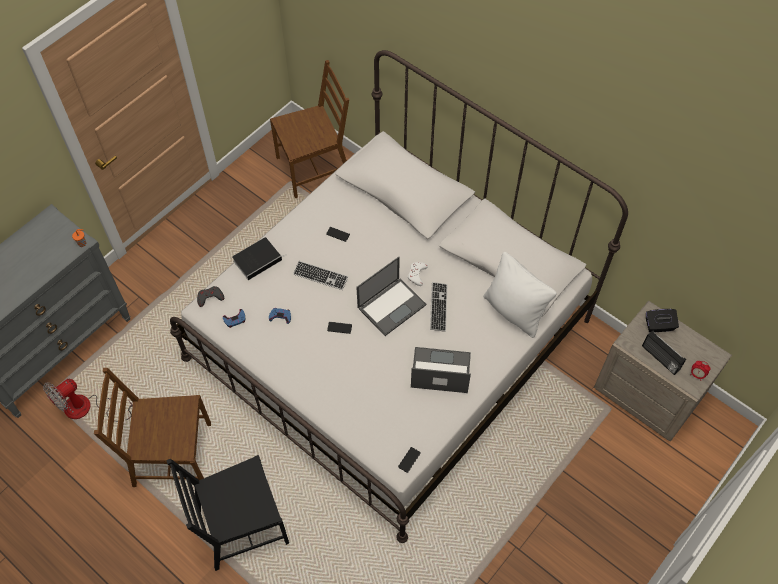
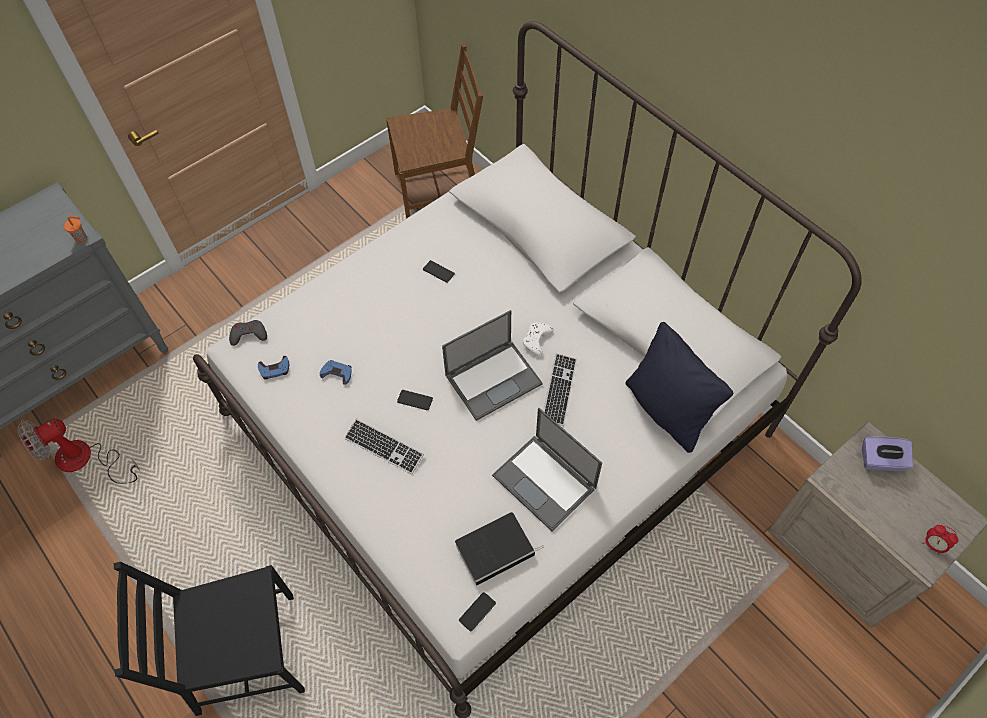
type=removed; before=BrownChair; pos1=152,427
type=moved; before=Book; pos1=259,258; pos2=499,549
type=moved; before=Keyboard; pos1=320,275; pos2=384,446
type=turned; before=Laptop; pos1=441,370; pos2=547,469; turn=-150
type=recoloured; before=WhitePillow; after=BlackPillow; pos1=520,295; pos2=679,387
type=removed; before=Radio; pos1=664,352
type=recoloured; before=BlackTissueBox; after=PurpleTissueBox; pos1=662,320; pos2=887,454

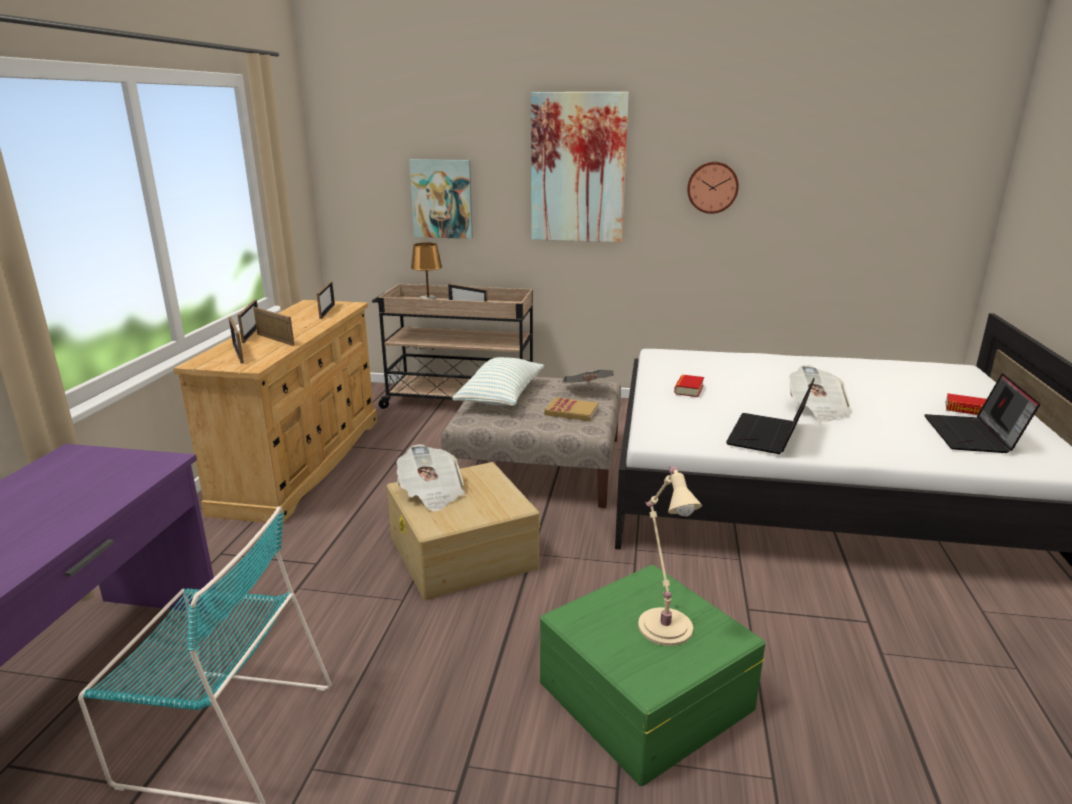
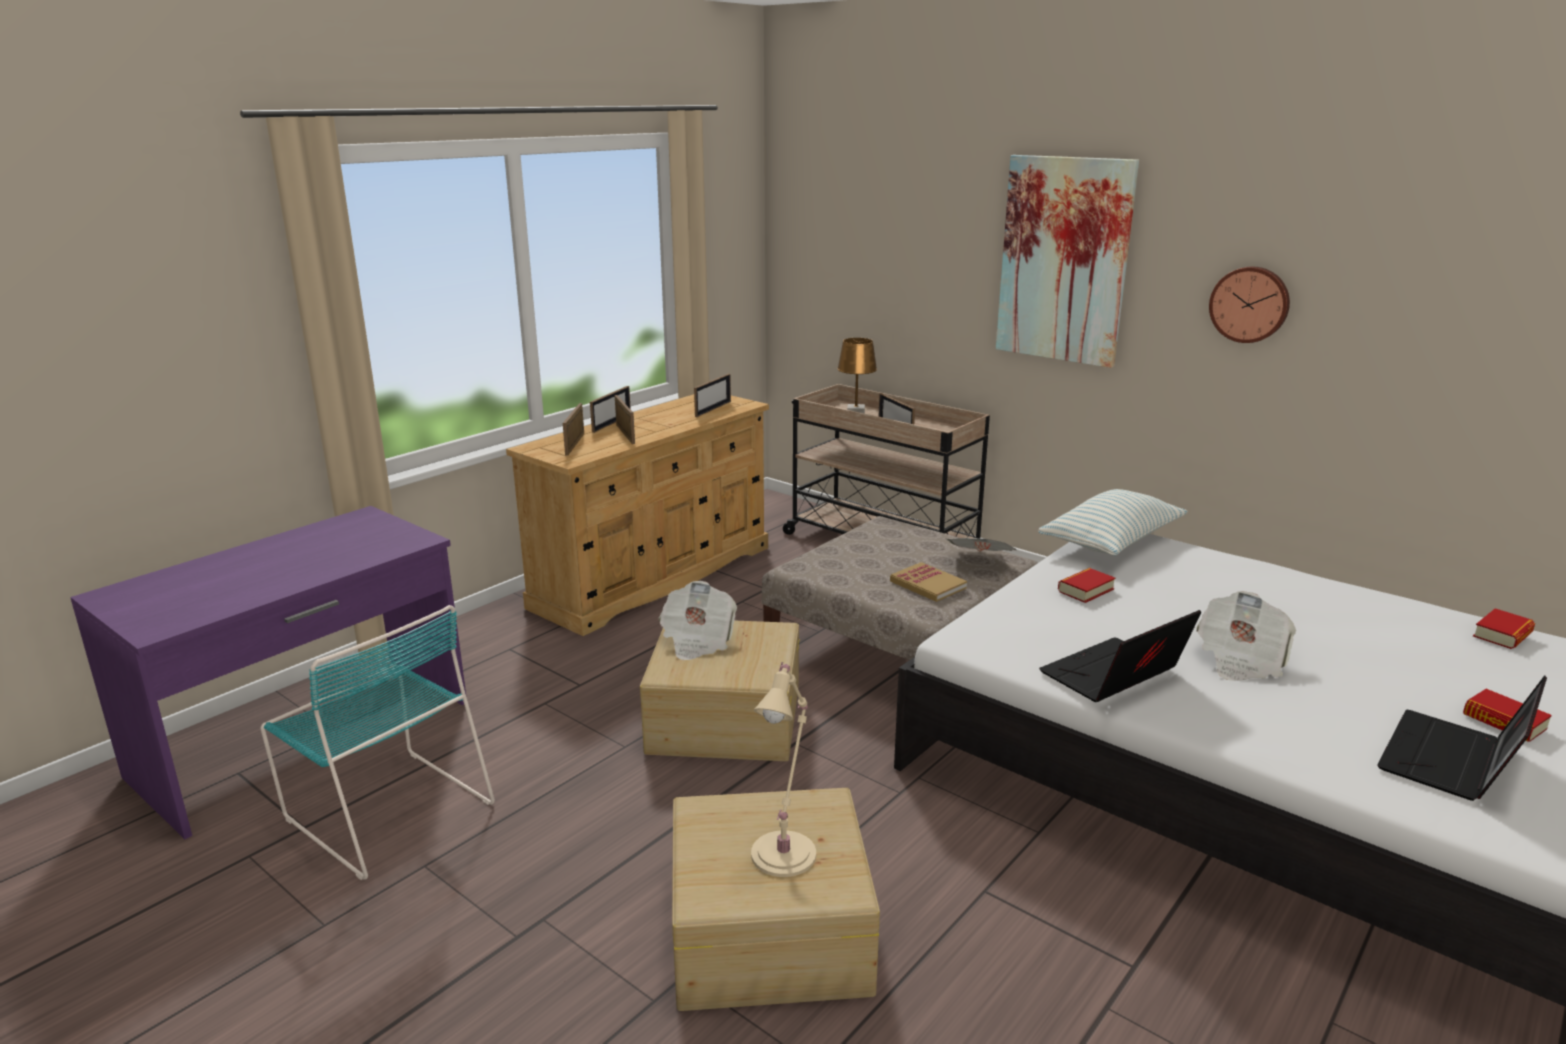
type=removed; before=Picture; pos1=441,199
type=moved; before=Pillow; pos1=498,381; pos2=1113,522
type=recoloured; before=GreenStorageBox; after=BeigeStorageBox; pos1=653,675; pos2=776,899
type=added; after=Book; pos2=1504,628

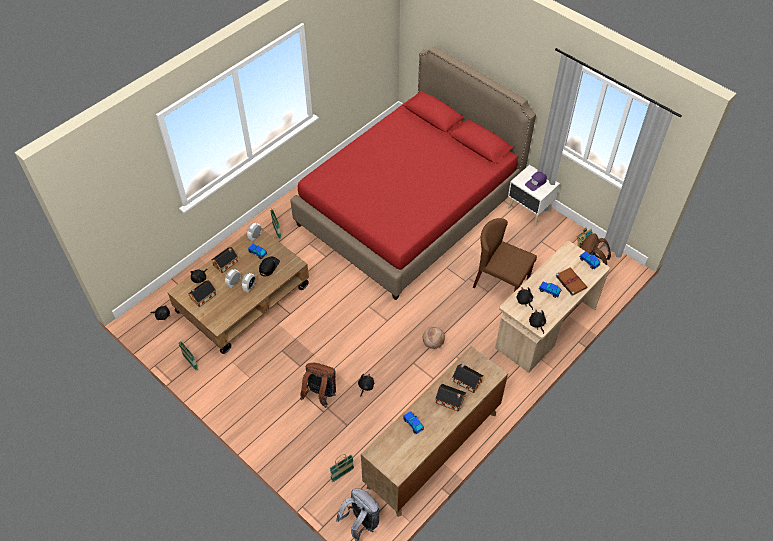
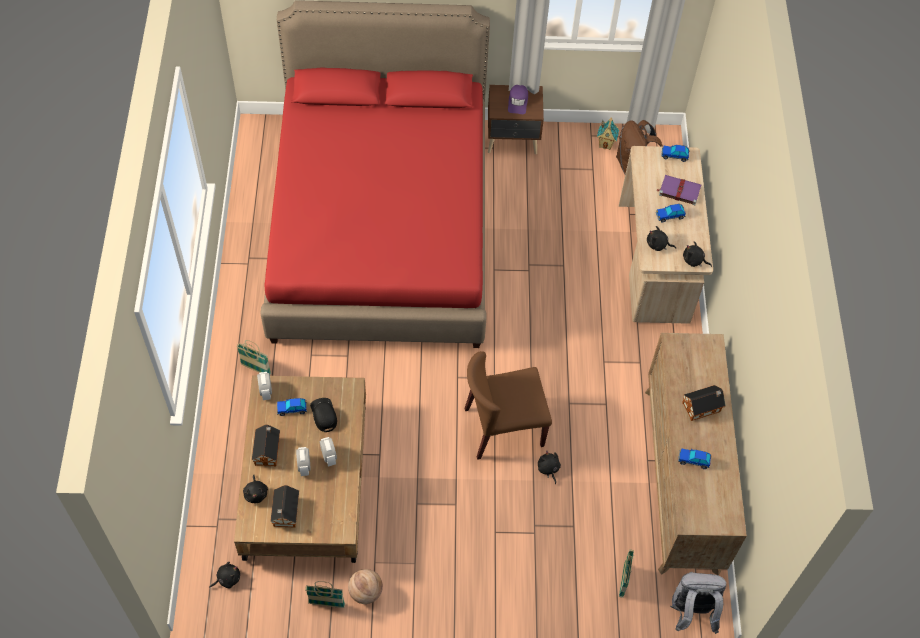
type=removed; before=BrownBackpack; pos1=318,385
type=moved; before=Basketball; pos1=434,338; pos2=365,586
type=removed; before=ToyHouse; pos1=468,378
type=moved; before=BrownChair; pos1=505,255; pos2=508,405
type=recoloured; before=WhiteNightstand; after=BrownNightstand; pos1=534,195; pos2=516,119
type=recoloured; before=BrownBook; after=PurpleBook; pos1=571,281; pos2=679,190

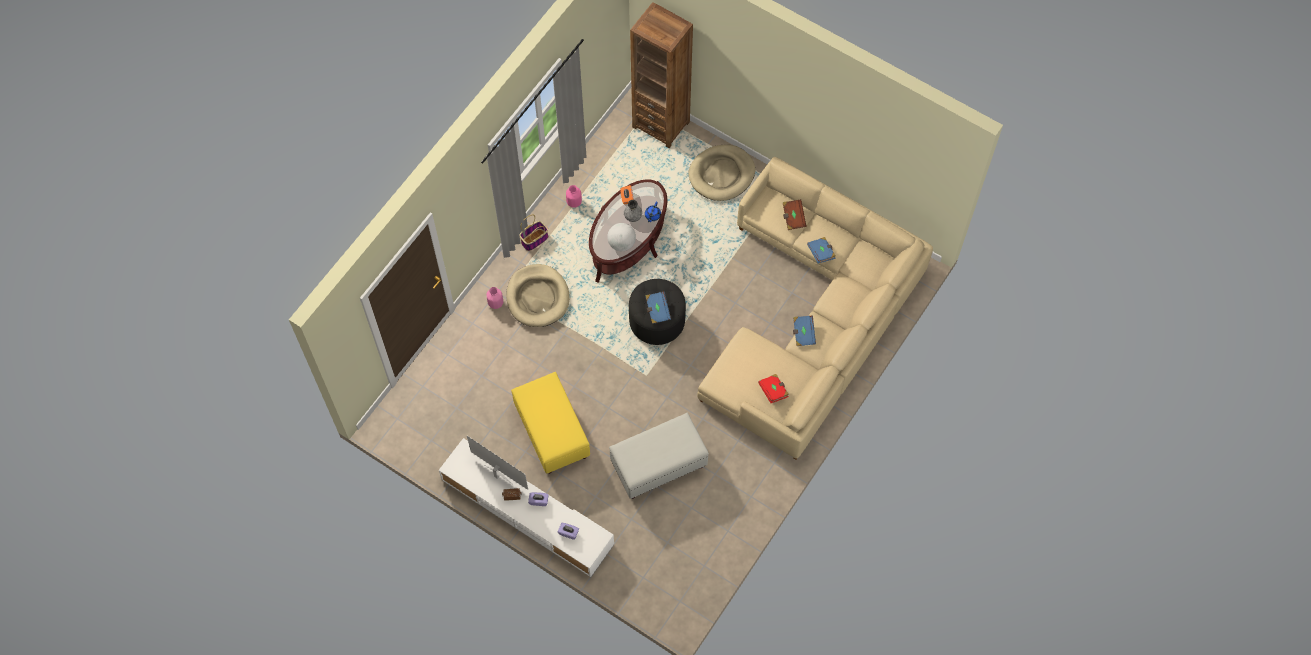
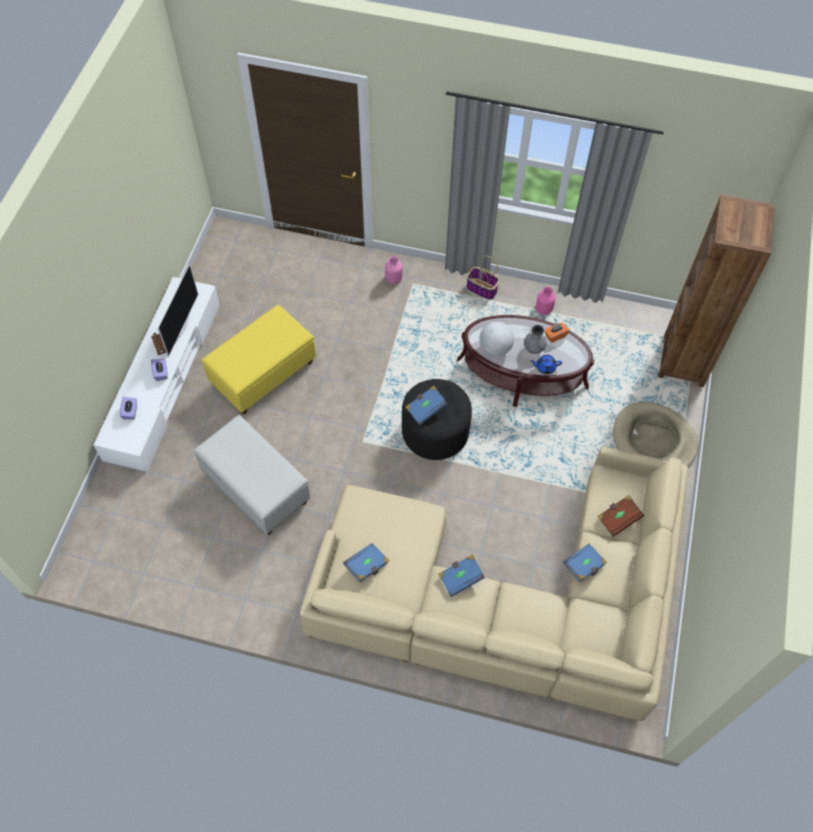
type=removed; before=BeigeDogBed; pos1=538,295
type=recoloured; before=RedBook; after=BlueBook; pos1=773,388; pos2=366,562

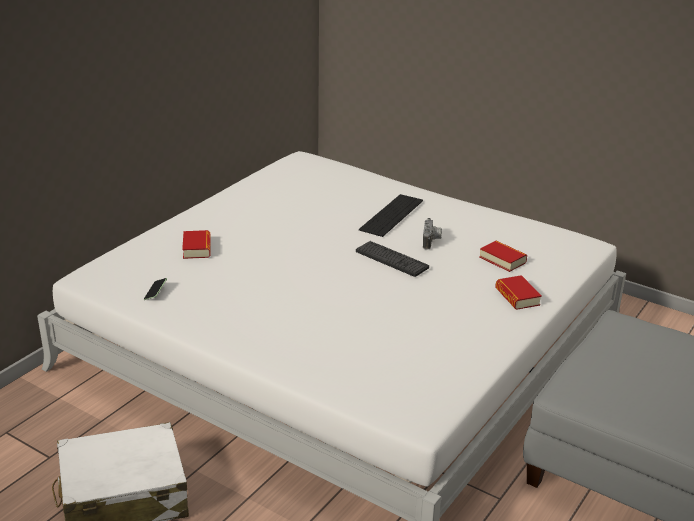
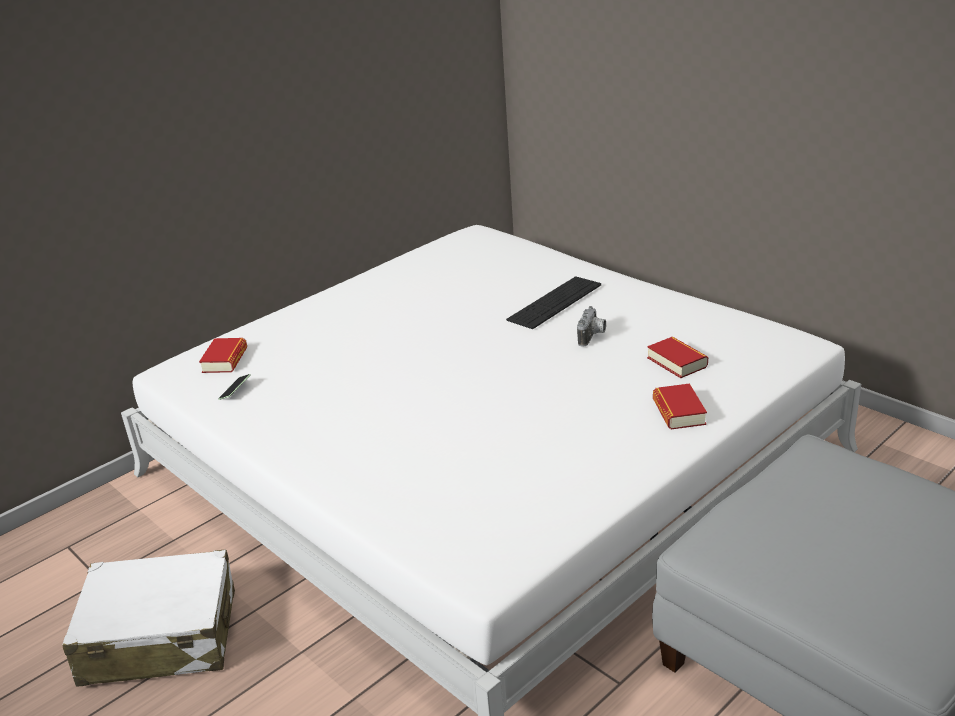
type=moved; before=Book; pos1=196,244; pos2=223,355
type=removed; before=Keyboard; pos1=392,259

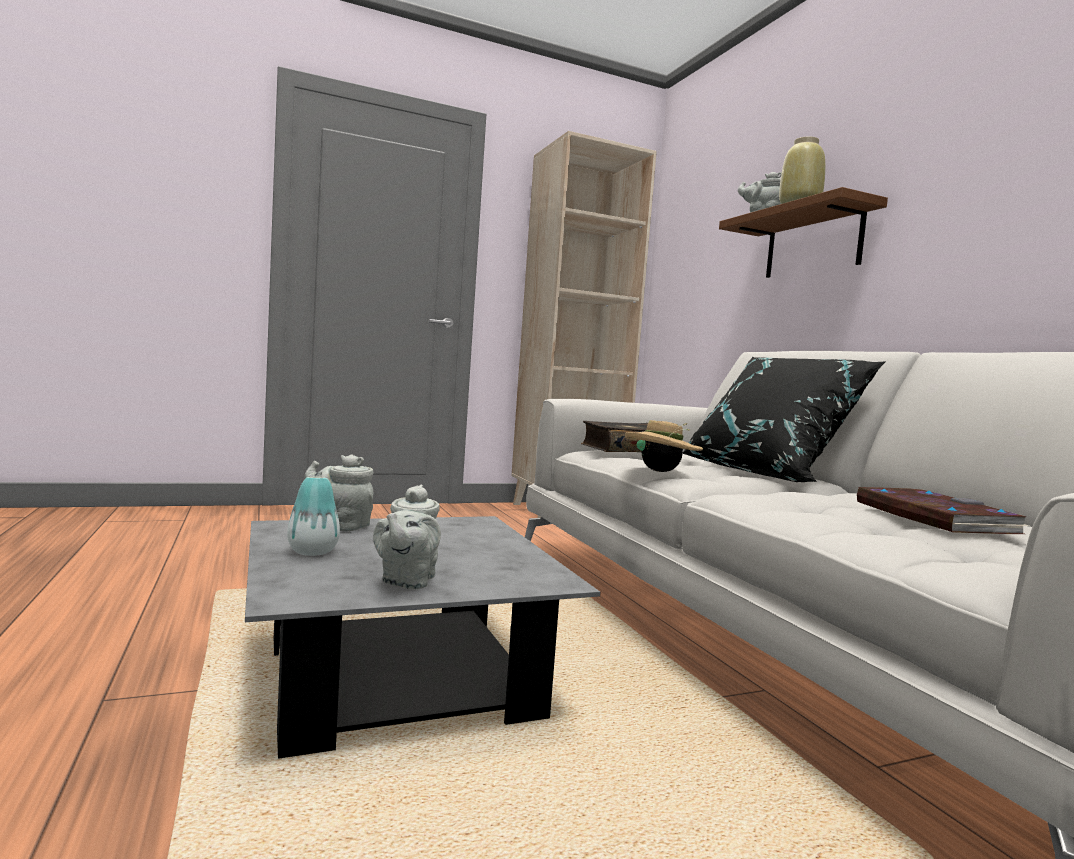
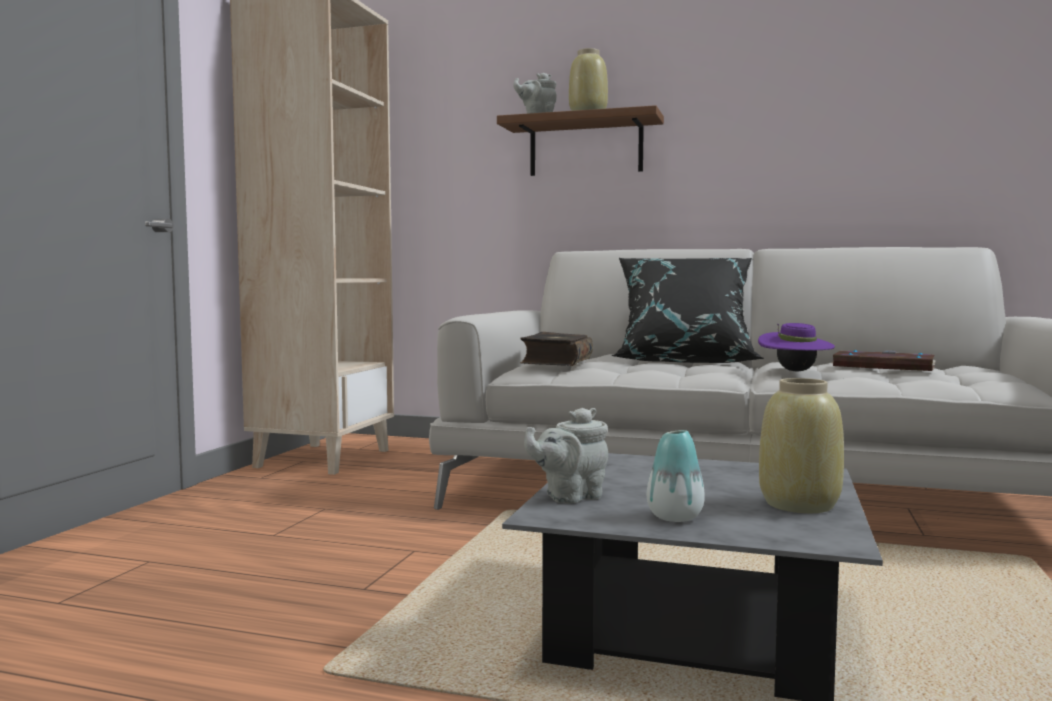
type=replaced; before=GreyTeapot; after=BeigeVase; pos1=407,537; pos2=801,445
type=removed; before=BeigeHat; pos1=664,446
type=added; after=PurpleHat; pos2=796,347

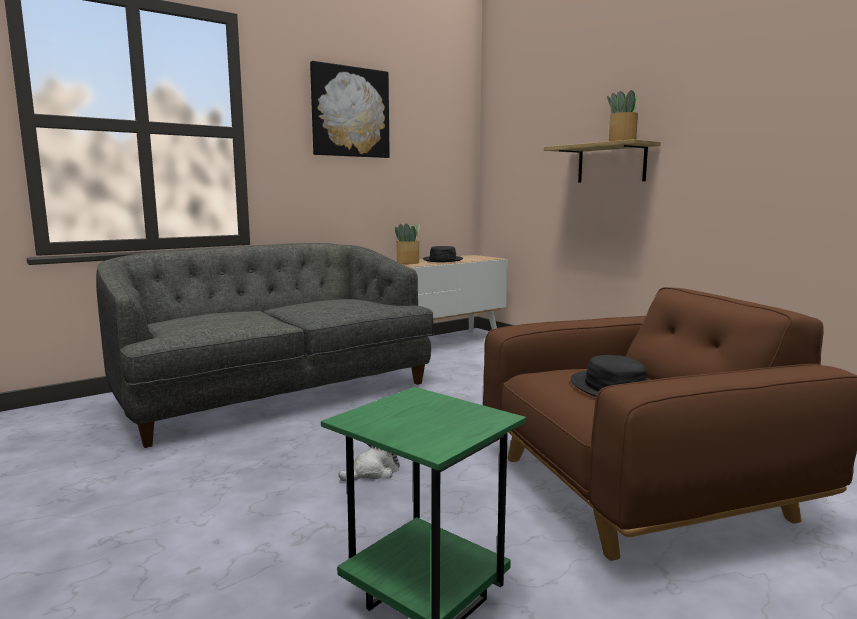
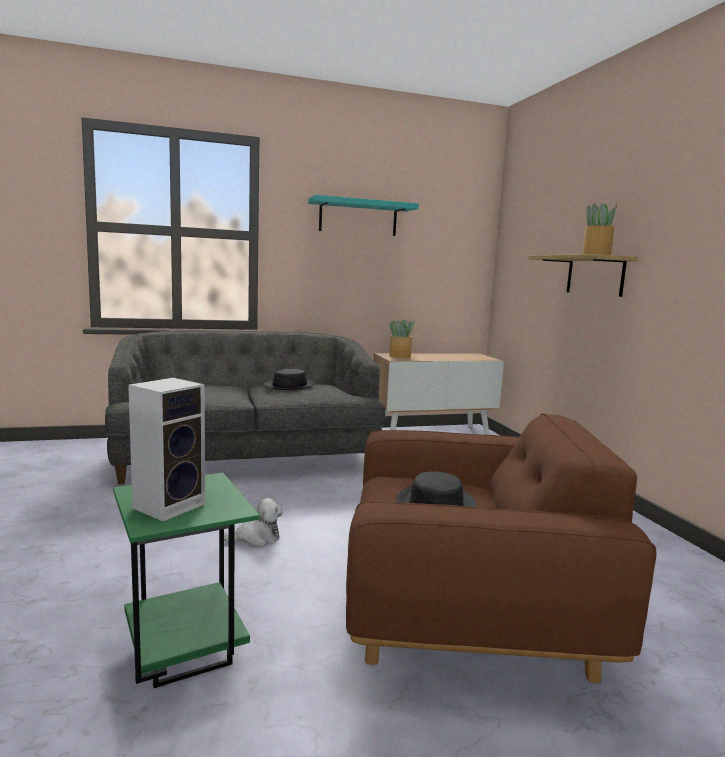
type=replaced; before=Picture; after=TurquoiseShelf; pos1=350,109; pos2=363,215
type=moved; before=BlackHat; pos1=443,254; pos2=289,379
type=added; after=Speaker; pos2=166,449

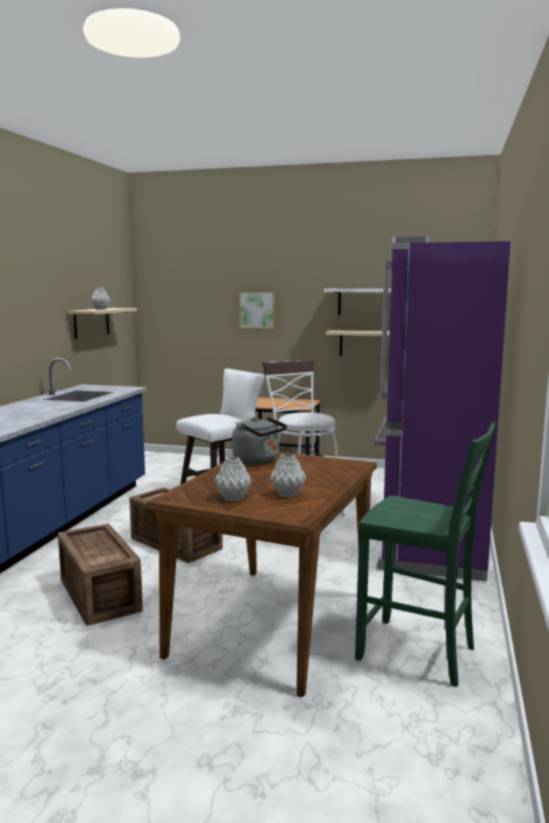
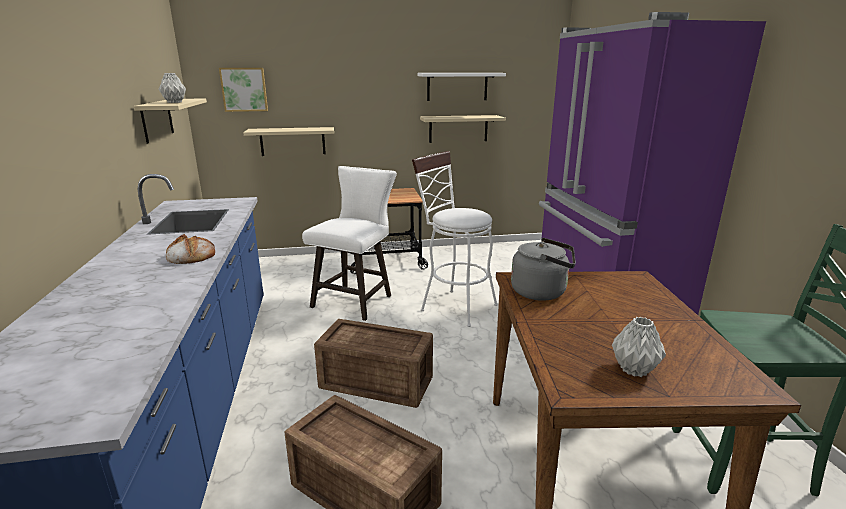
type=moved; before=Picture; pos1=257,310; pos2=243,90
type=removed; before=GreyVase; pos1=288,476
type=added; after=Bread; pos2=190,249
type=added; after=BeigeShelf; pos2=288,141

